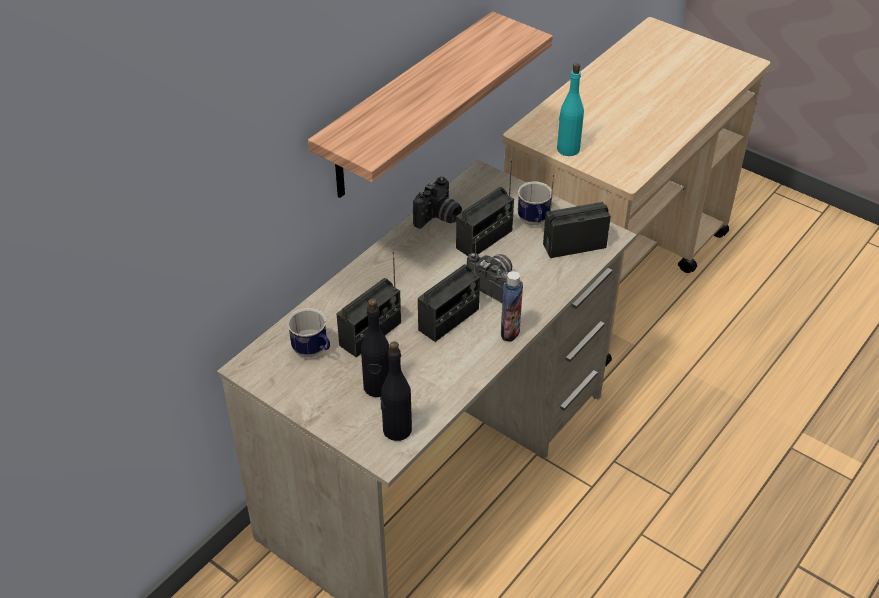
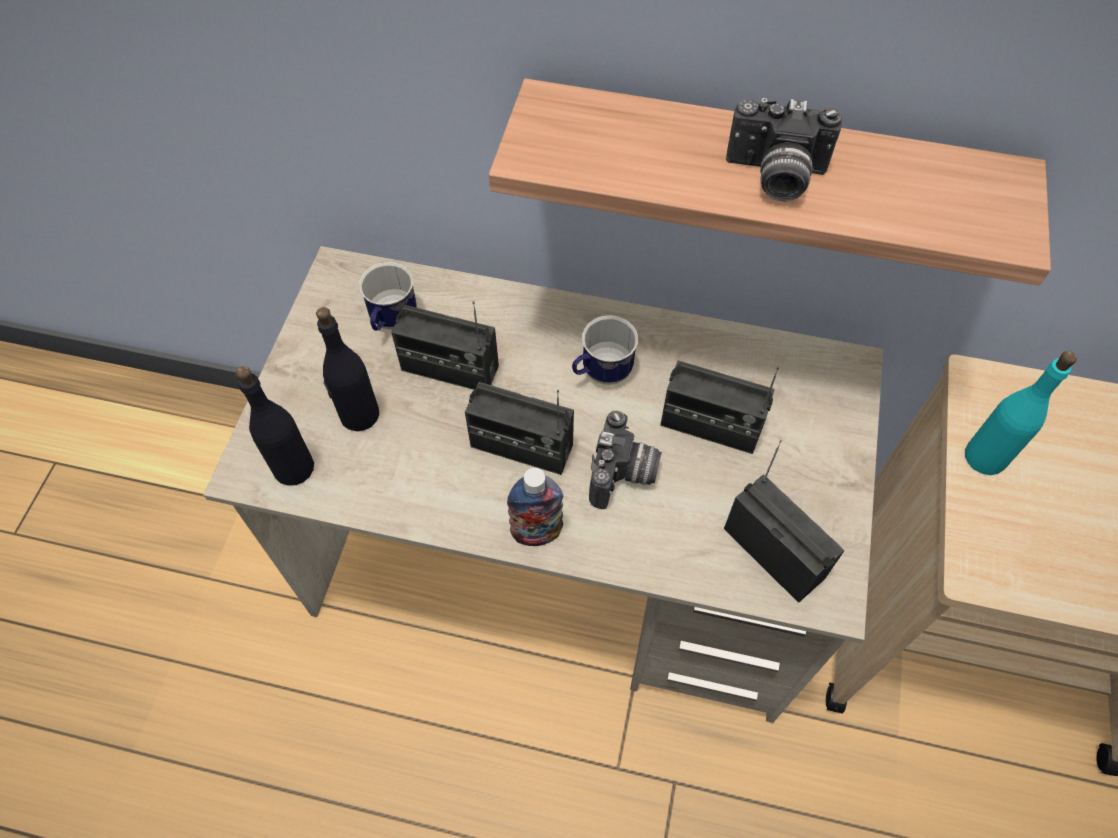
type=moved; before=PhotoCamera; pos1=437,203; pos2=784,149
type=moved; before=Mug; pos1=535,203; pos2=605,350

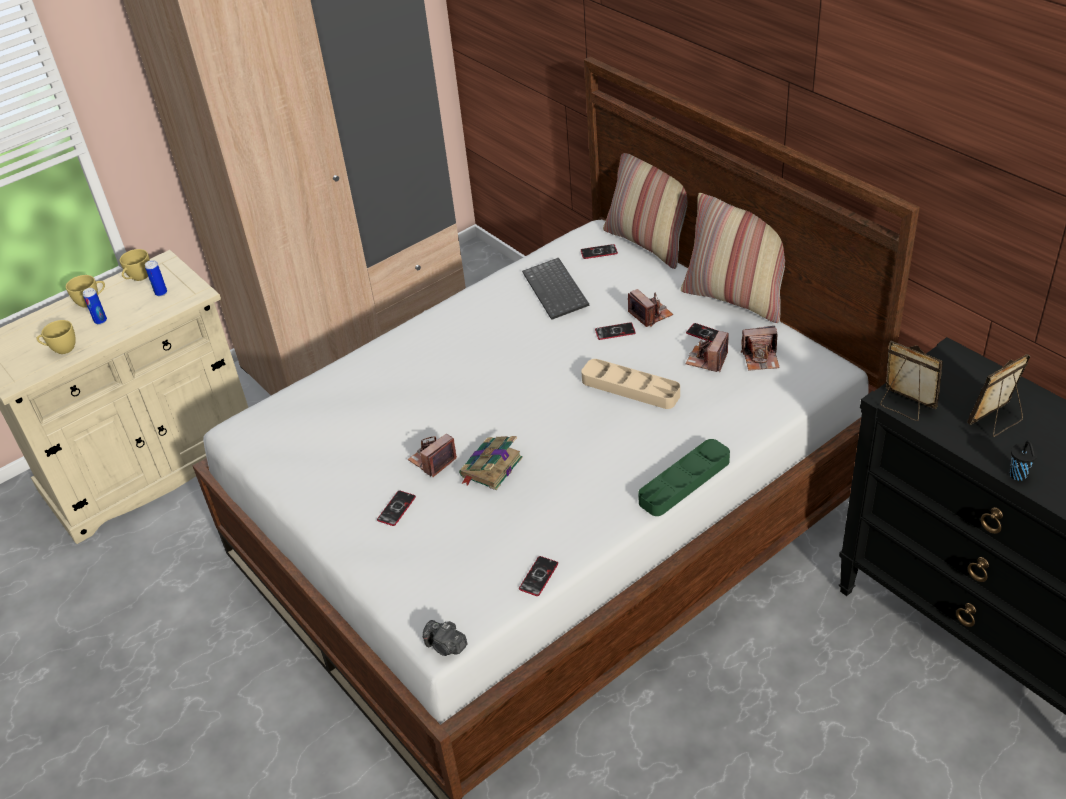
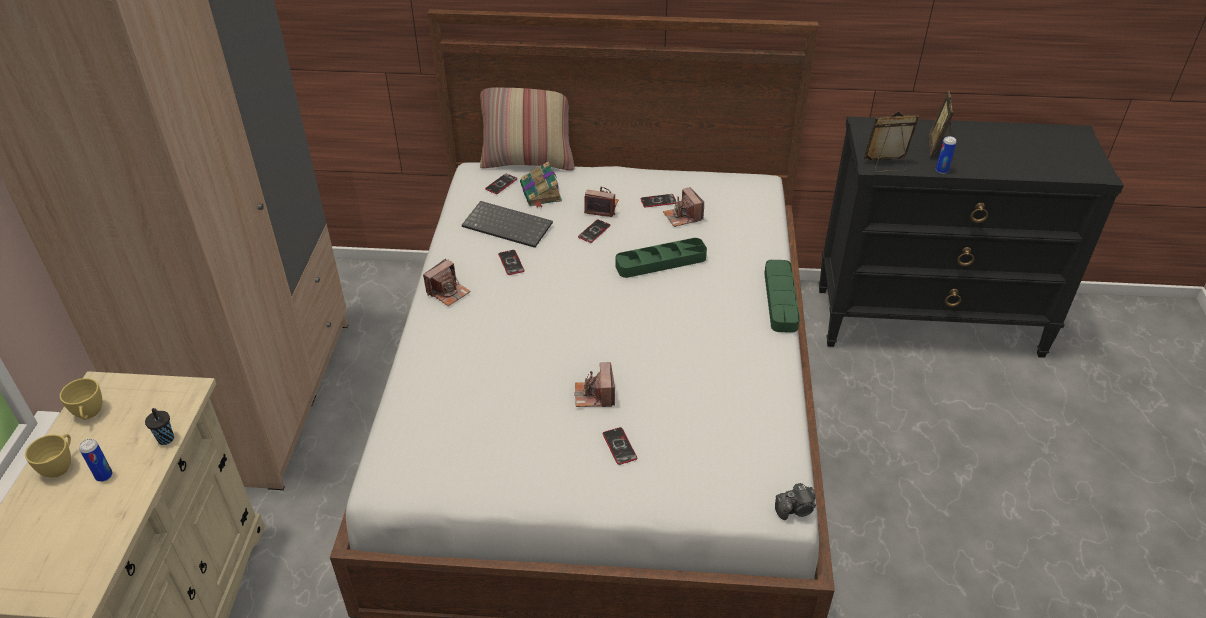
type=removed; before=YellowCup; pos1=56,337
type=moved; before=Can; pos1=156,278; pos2=946,155
type=moved; before=Book; pos1=491,463; pos2=541,184
type=moved; before=Phone; pos1=538,576; pos2=511,262
type=recoloured; before=BeigeTray; after=GreenTray; pos1=630,384; pos2=661,258
type=removed; before=Pillow; pos1=733,258
type=moved; before=PhotoCamera; pos1=760,348; pos2=447,282
type=moved; before=BlackCup; pos1=1023,460; pos2=159,426

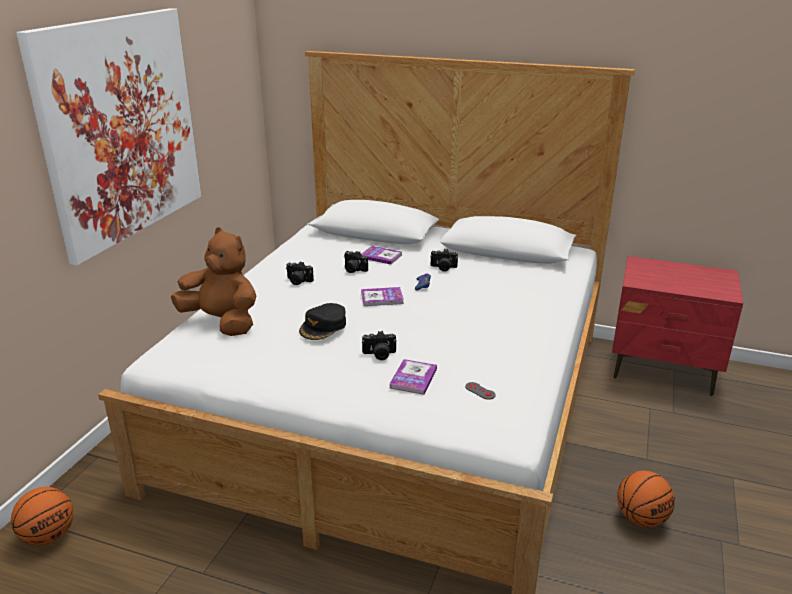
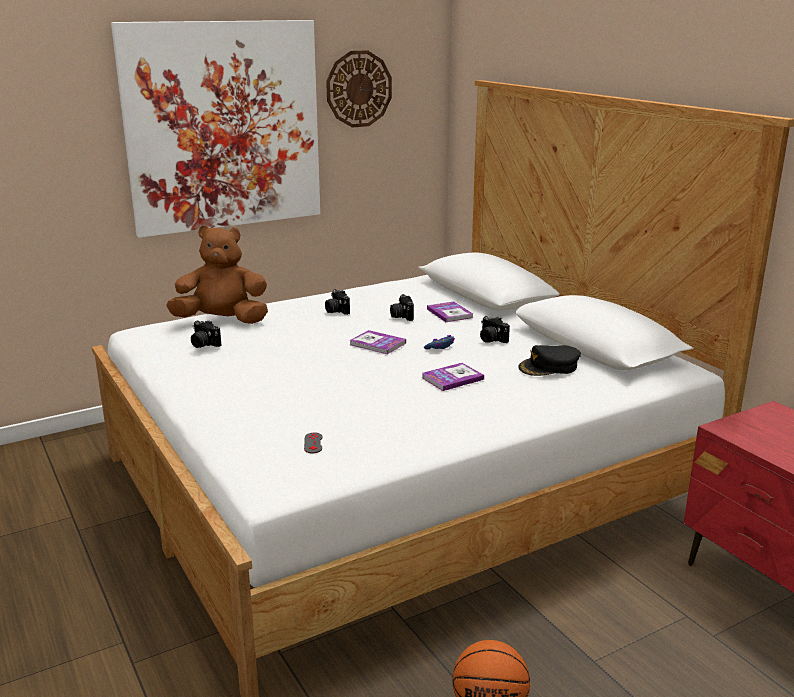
type=removed; before=Basketball; pos1=42,516
type=turned; before=BrownPlushToy; pos1=213,281; pos2=217,274; turn=-75
type=moved; before=BlackCap; pos1=322,321; pos2=549,360
type=moved; before=PhotoCamera; pos1=379,345; pos2=206,334
type=moved; before=Book; pos1=413,377; pos2=453,377
type=added; after=WallClock; pos2=359,89

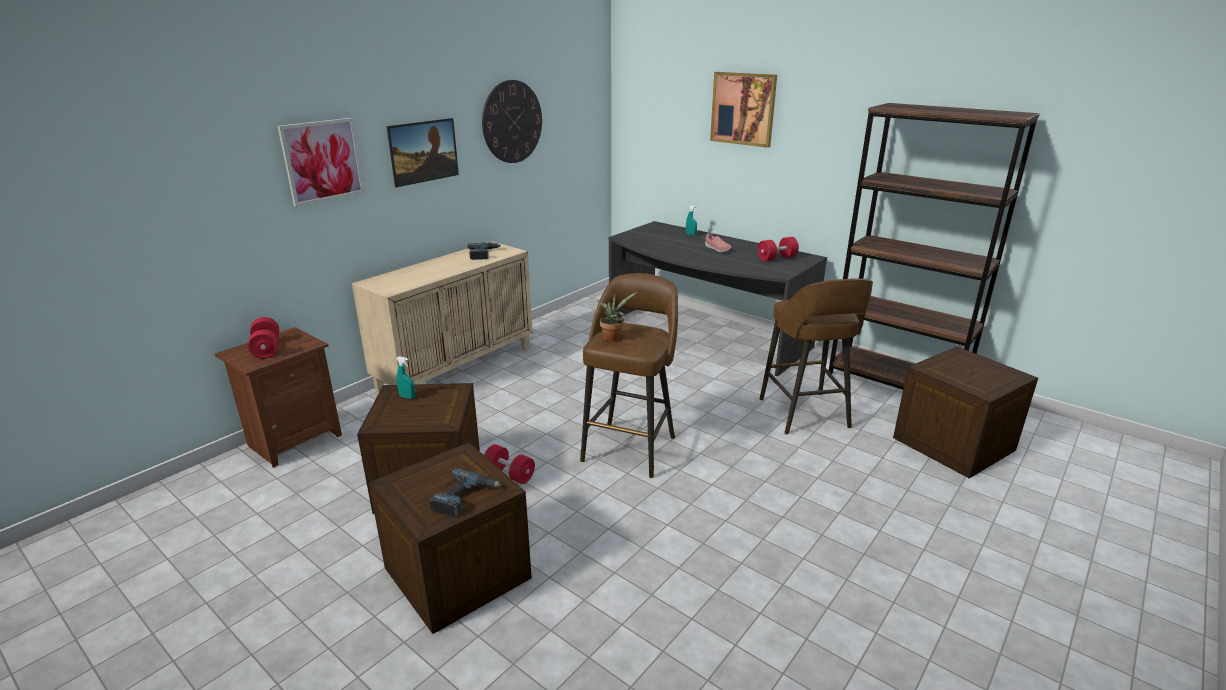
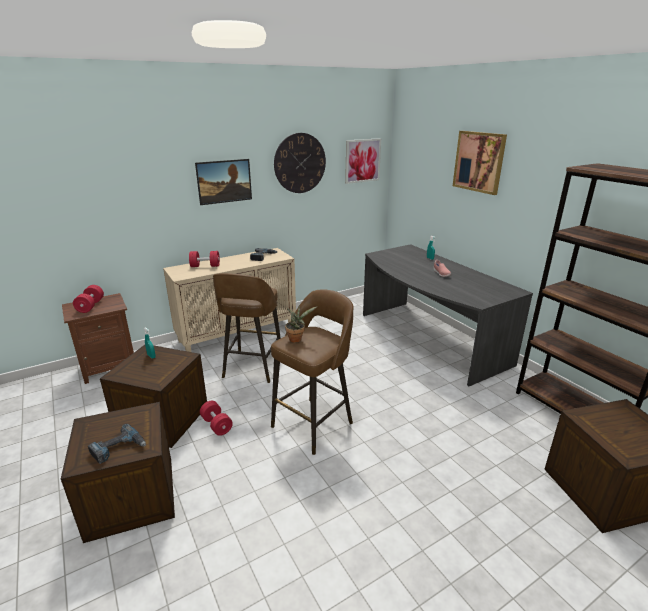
type=moved; before=Picture; pos1=321,162; pos2=363,161
type=moved; before=RedDumbbell; pos1=778,249; pos2=204,259
type=moved; before=BrownStool; pos1=816,356; pos2=247,328

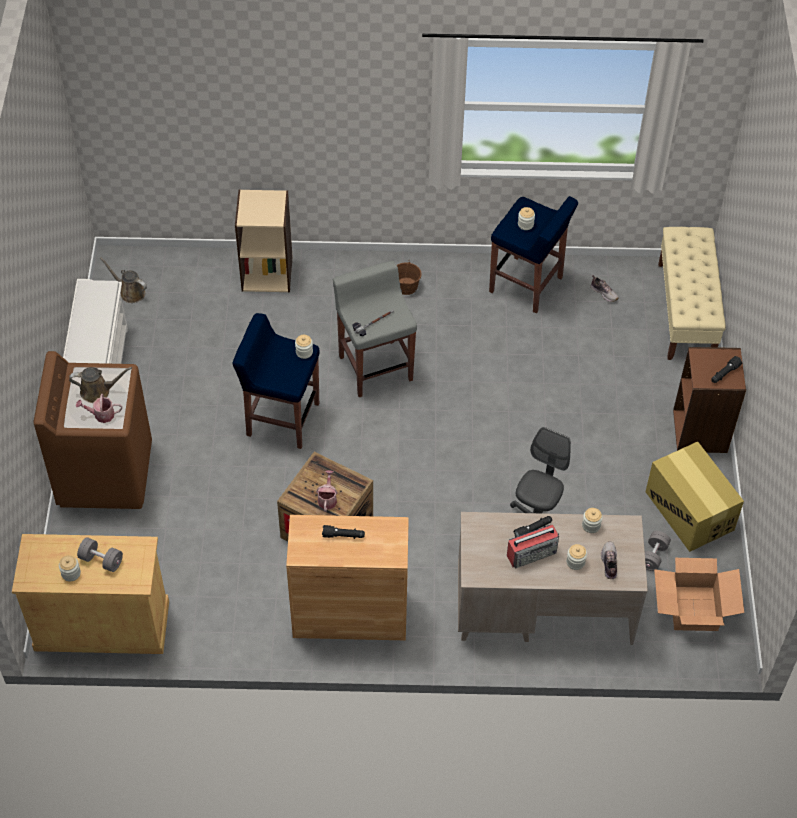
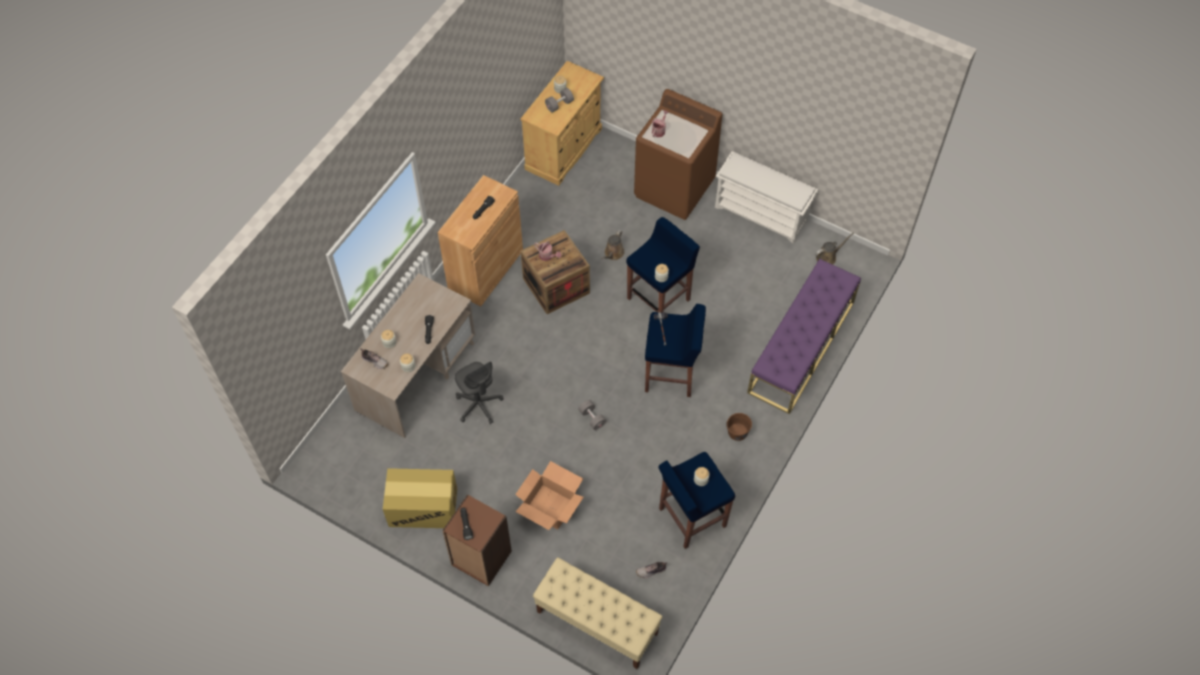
type=moved; before=BrownWateringCan; pos1=100,385; pos2=613,245
type=replaced; before=BeigeBookcase; after=PurpleBench; pos1=263,240; pos2=804,336
type=recoloured; before=GreyStool; after=BlueStool; pos1=375,329; pos2=675,350
type=removed; before=Radio; pos1=533,546
type=moved; before=GreyDumbbell; pos1=658,551; pos2=592,415
type=moved; before=CardboardBox; pos1=699,594; pos2=549,495

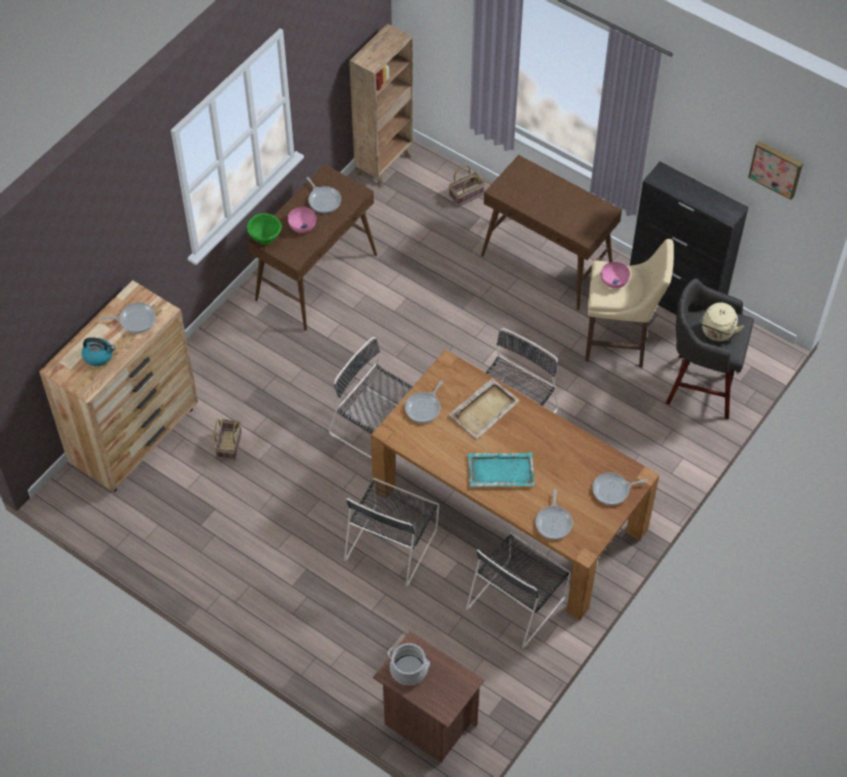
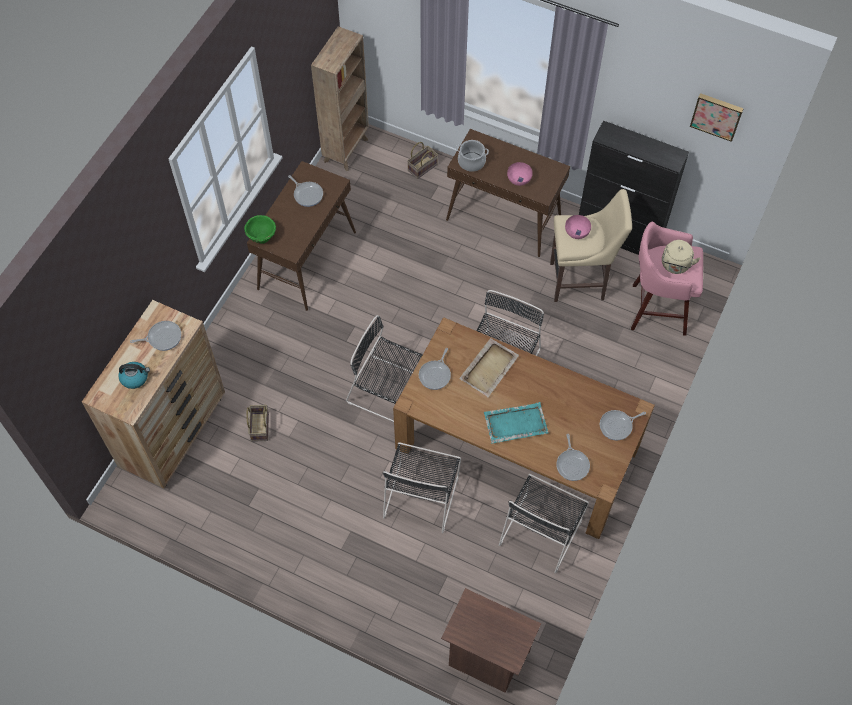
type=moved; before=PinkBowl; pos1=302,220; pos2=520,174
type=moved; before=CookingPot; pos1=408,664; pos2=472,156
type=recoloured; before=GreyStool; after=PinkStool; pos1=710,348; pos2=667,278

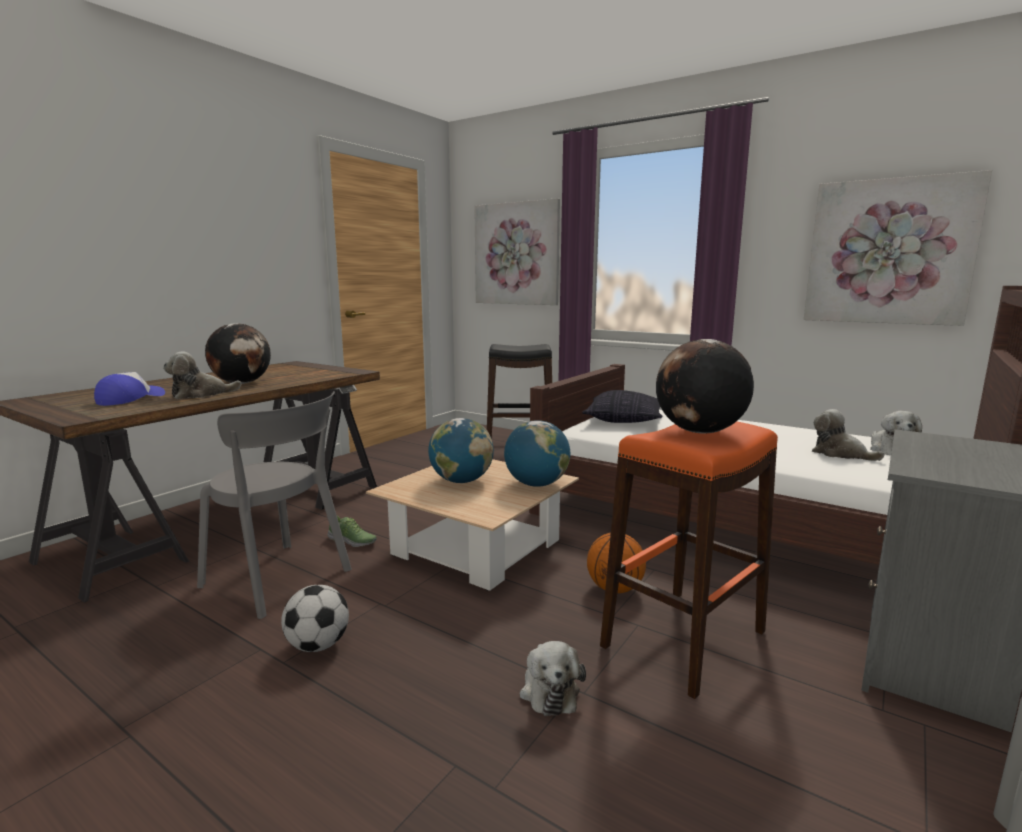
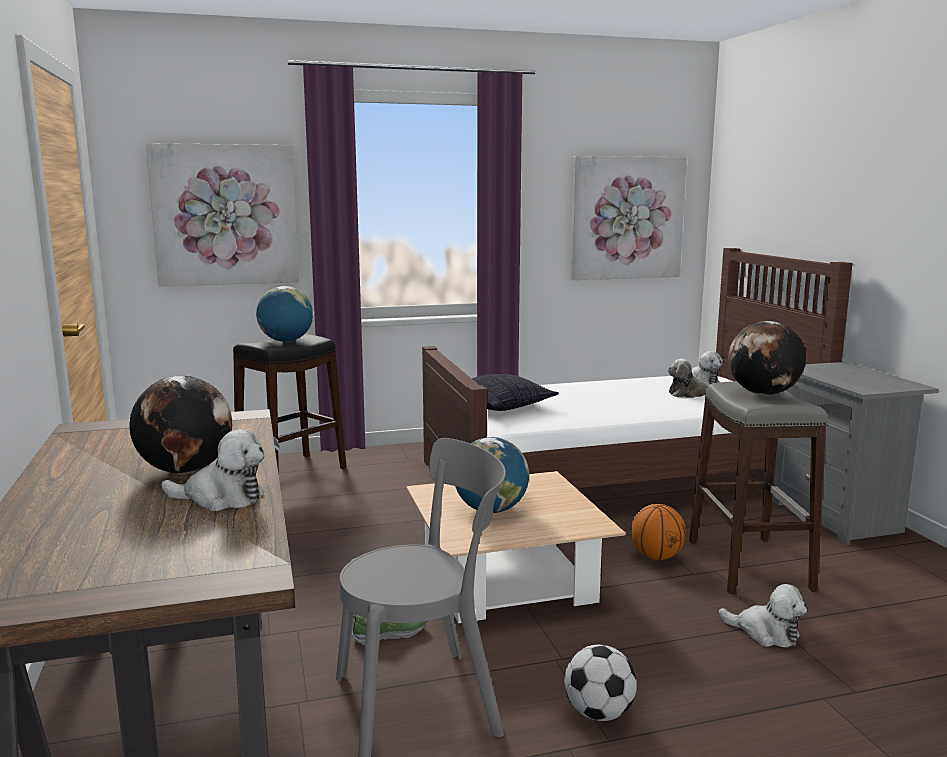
type=removed; before=Cap; pos1=129,389
type=turned; before=PlushToy; pos1=202,375; pos2=212,470; turn=-90
type=moved; before=Globe; pos1=537,453; pos2=284,314
type=recoloured; before=OrangeStool; after=GreyStool; pos1=689,560; pos2=758,487

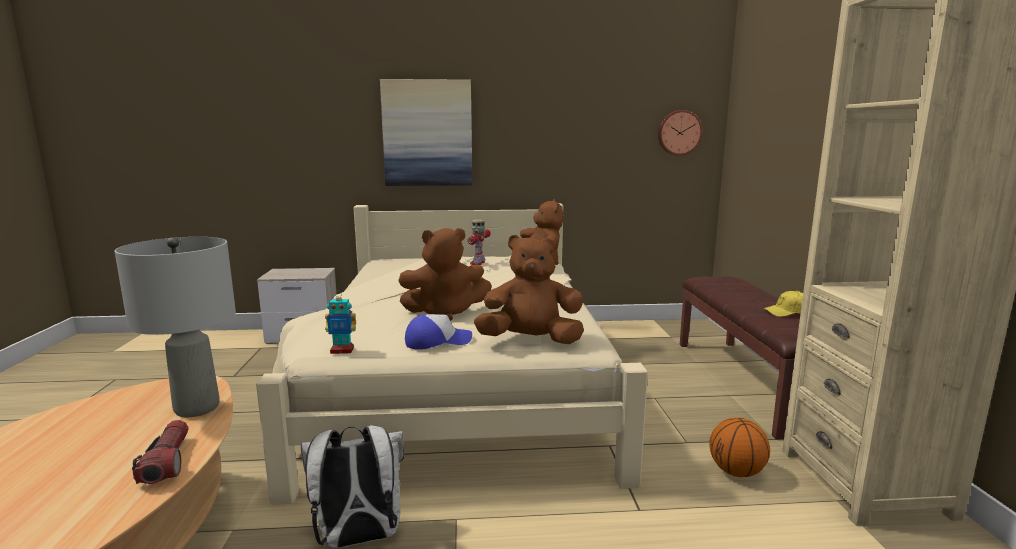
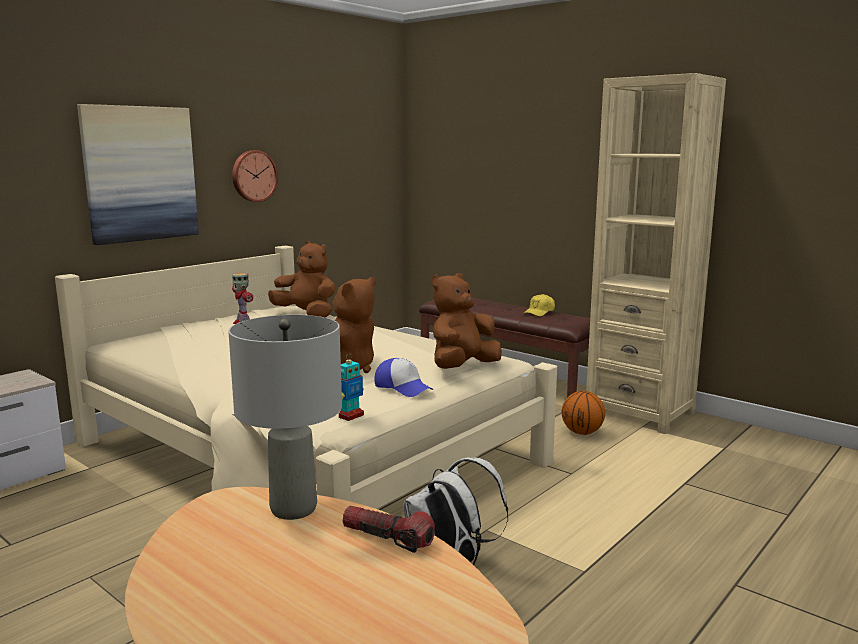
type=turned; before=Cap; pos1=438,332; pos2=403,377; turn=105
type=moved; before=WallClock; pos1=680,133; pos2=255,176

